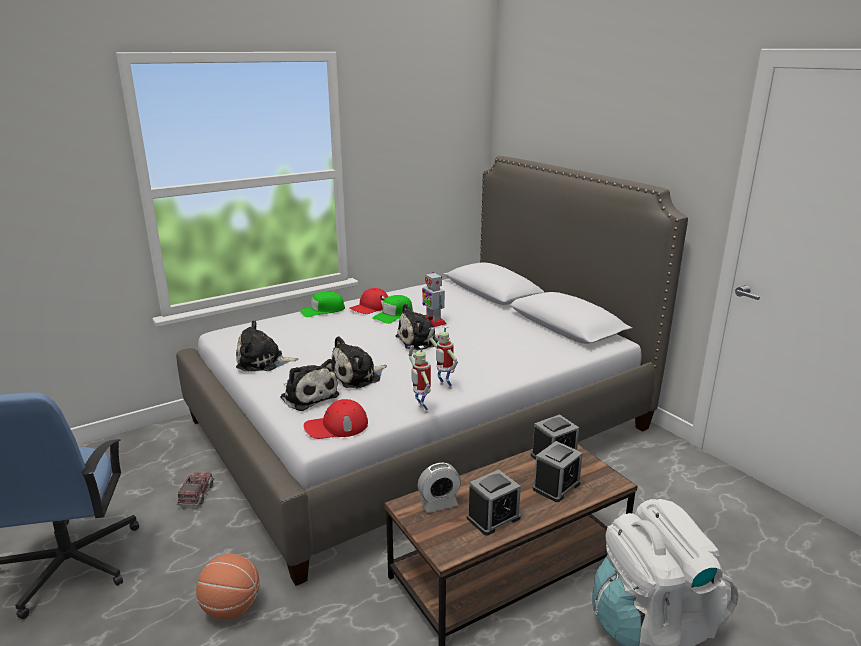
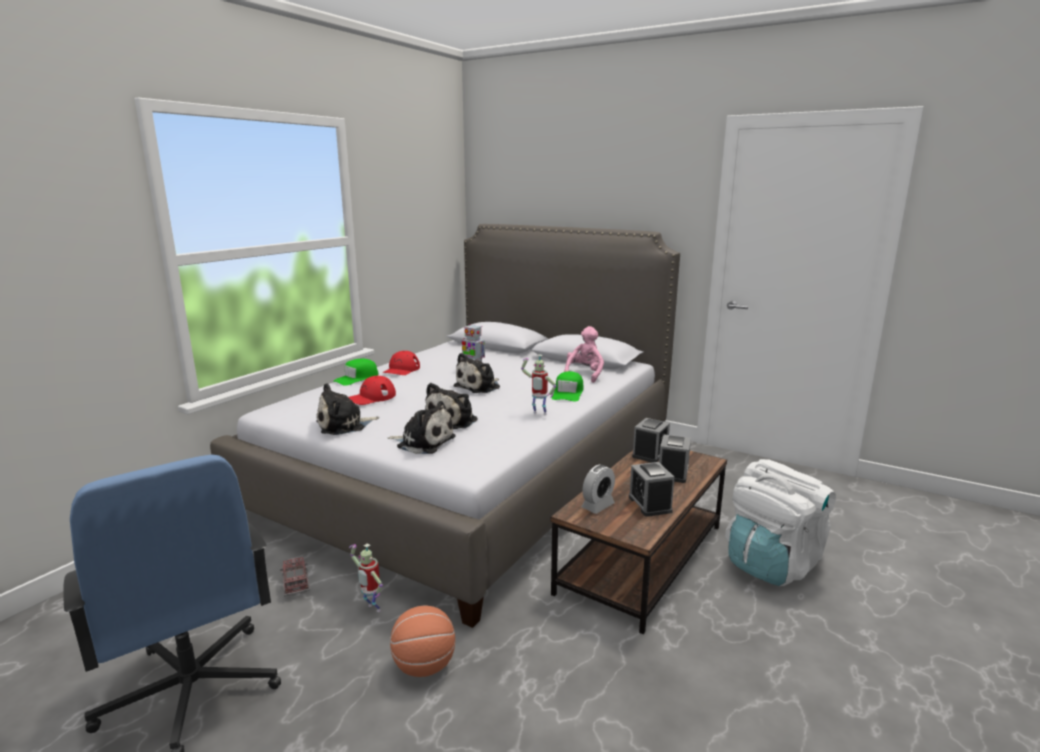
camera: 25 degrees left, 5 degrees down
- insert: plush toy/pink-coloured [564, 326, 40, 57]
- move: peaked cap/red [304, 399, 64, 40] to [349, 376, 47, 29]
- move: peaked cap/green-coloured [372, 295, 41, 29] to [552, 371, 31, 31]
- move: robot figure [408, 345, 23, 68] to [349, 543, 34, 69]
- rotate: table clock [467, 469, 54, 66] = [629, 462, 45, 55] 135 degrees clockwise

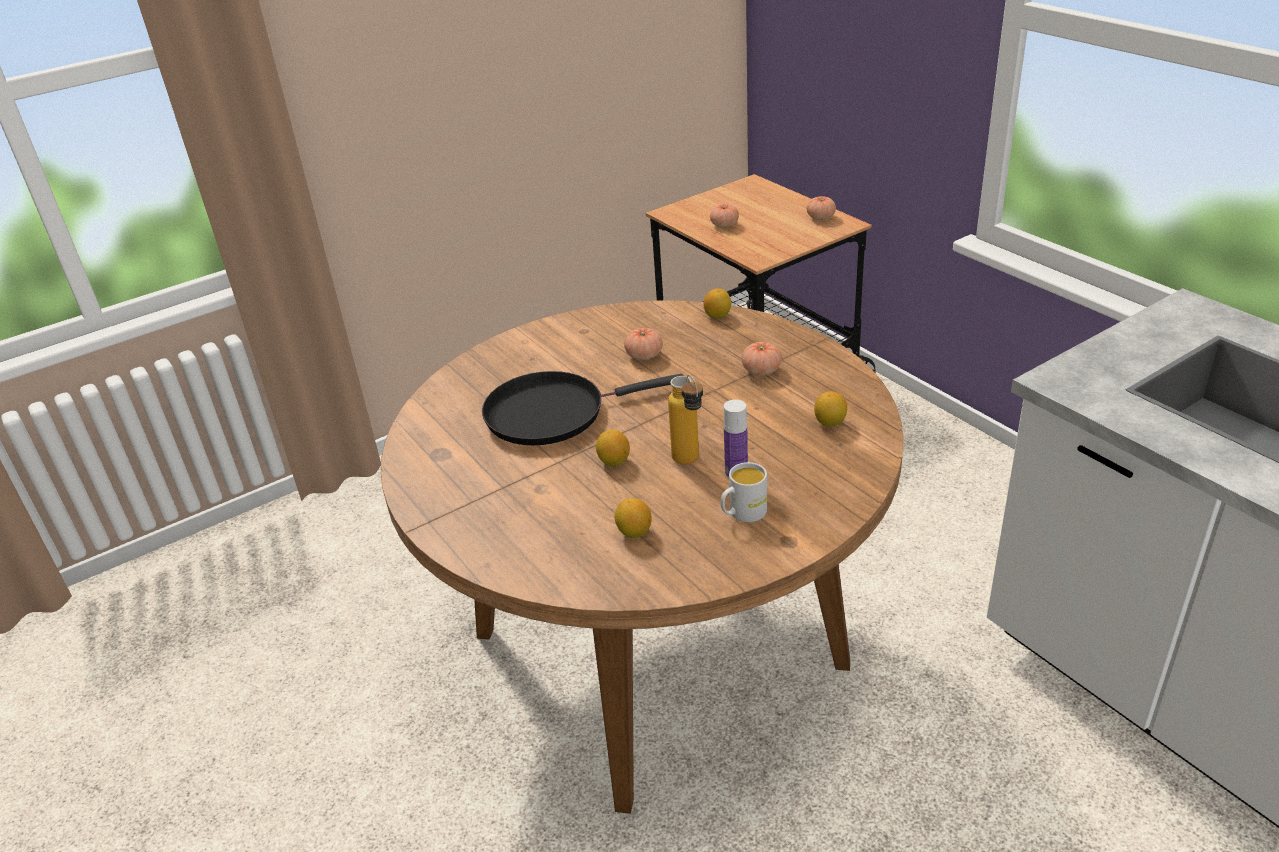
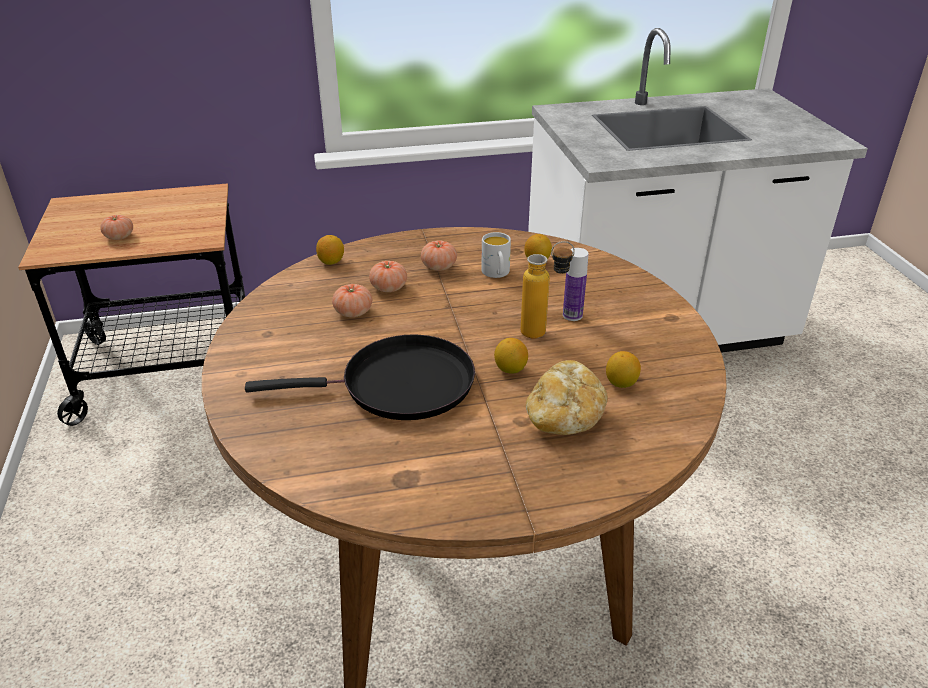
camera: 70 degrees left, 0 degrees up
- insert: baked bread [526, 360, 82, 75]
- move: coffee mug/white-coloured [721, 462, 46, 60] to [481, 232, 30, 46]
- move: fresh tomato [807, 196, 29, 24] to [369, 261, 38, 31]
- rotate: frying pan/black-coloured [482, 371, 202, 74] = [245, 335, 230, 85] 105 degrees counterclockwise

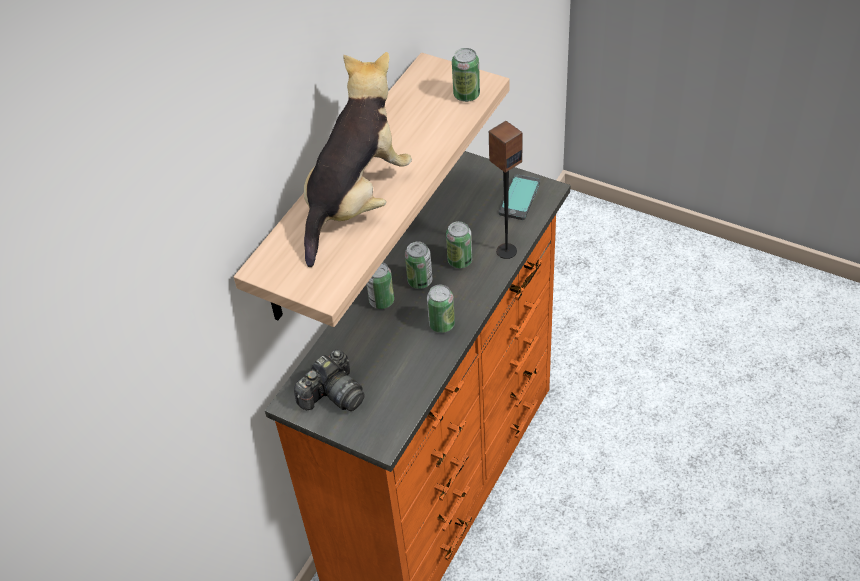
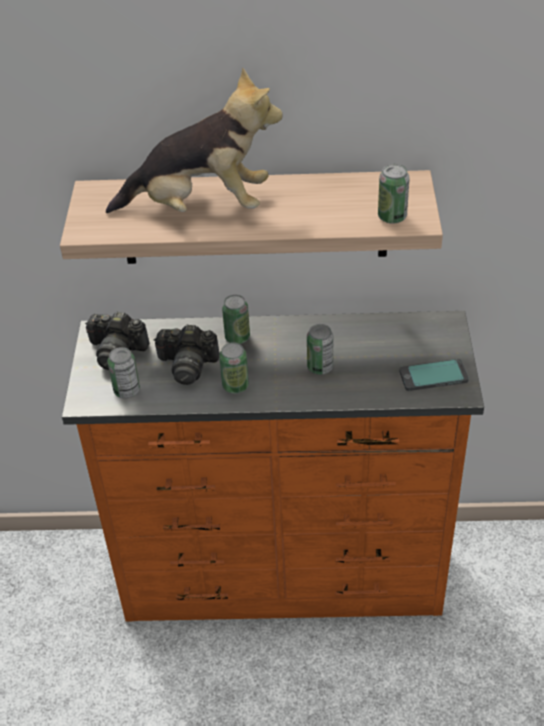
camera: 60 degrees right, 5 degrees down
- delete: loudspeaker [489, 121, 33, 138]
- insert: photo camera [153, 325, 66, 60]
- move: can [405, 242, 27, 47] to [108, 347, 32, 51]

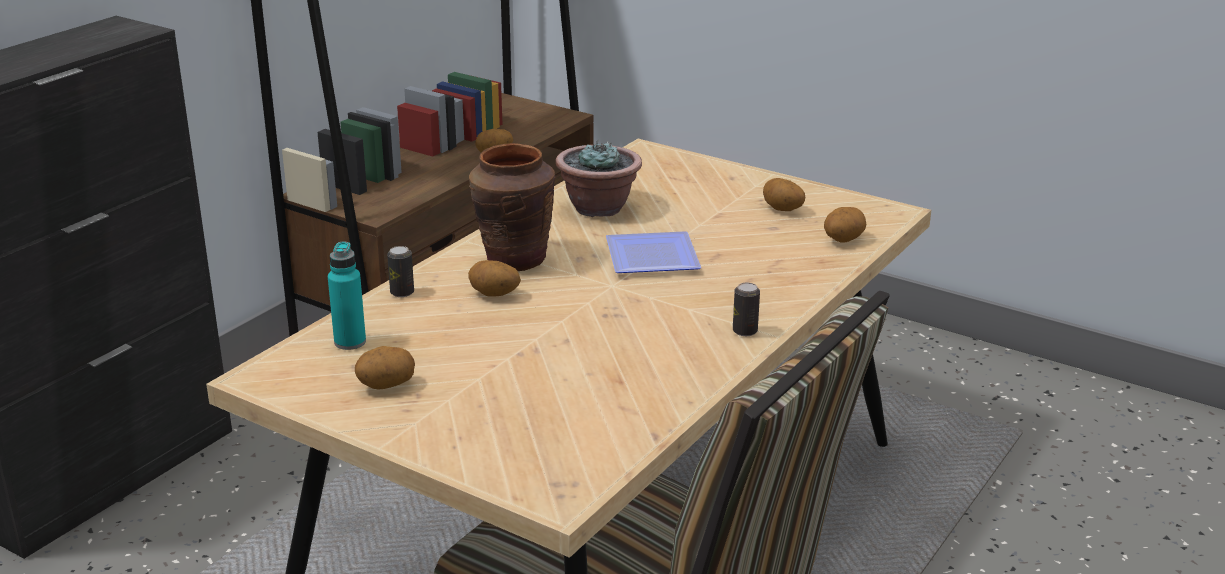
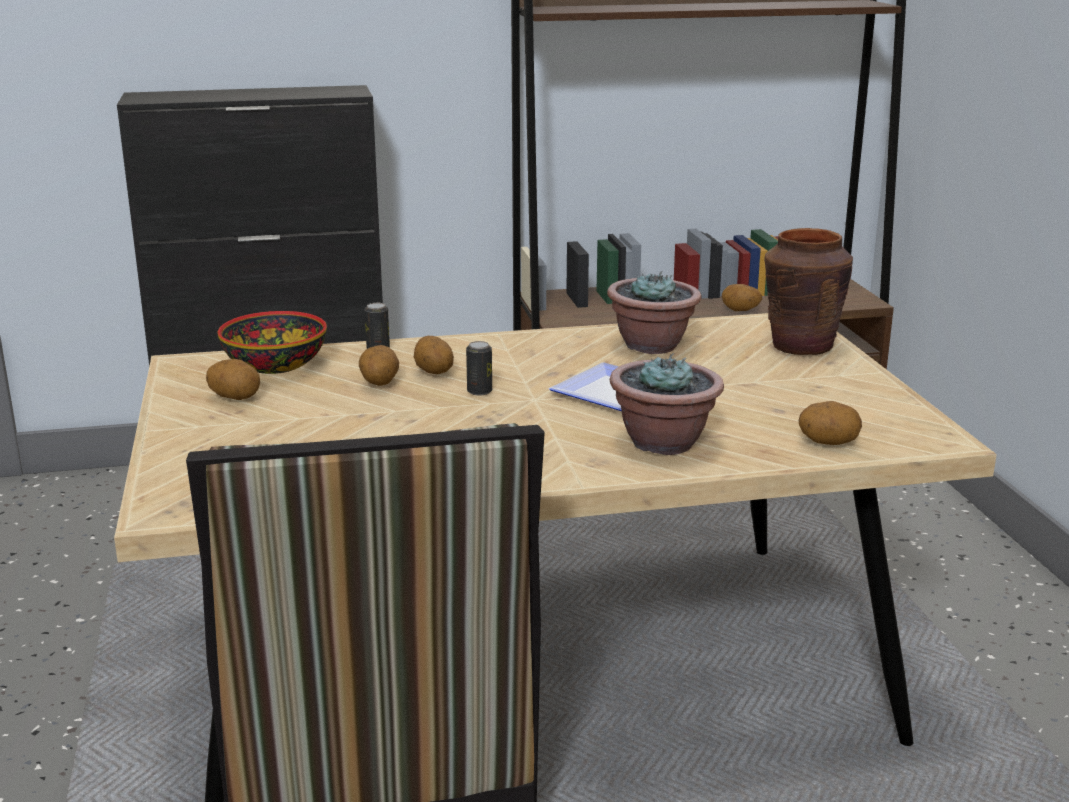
camera: 45 degrees right, 5 degrees down
- insert: plant in a pot [610, 353, 114, 102]
- move: flower vase/brownish [469, 143, 86, 128] to [764, 228, 89, 127]
- move: can [733, 283, 27, 53] to [466, 341, 26, 55]
- move: potato [763, 178, 42, 33] to [359, 345, 40, 41]
- replace: drink bottle/blue-green [328, 241, 38, 109] to serving bowl [217, 311, 110, 63]

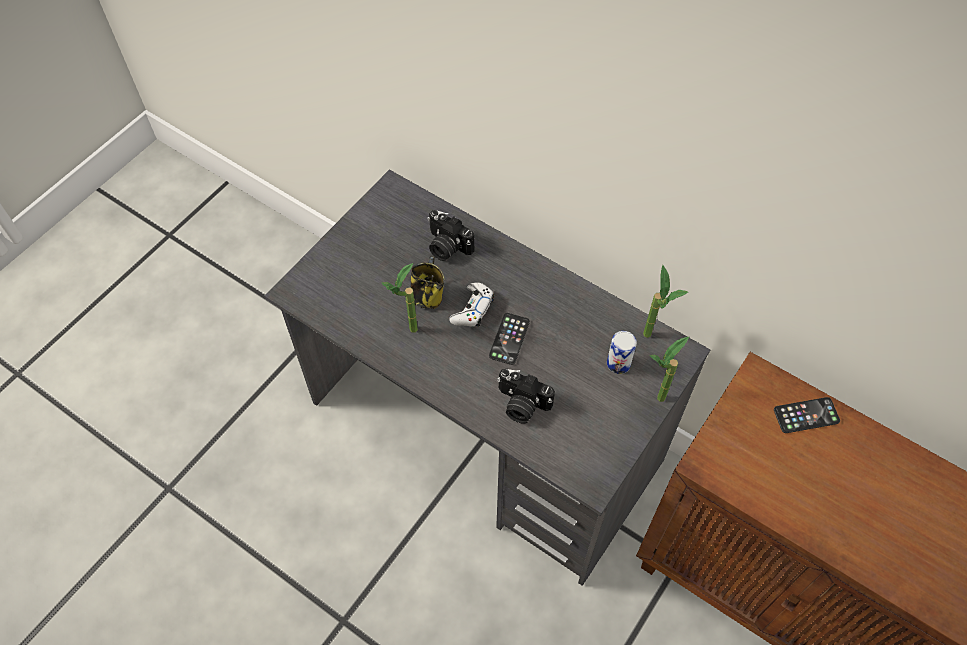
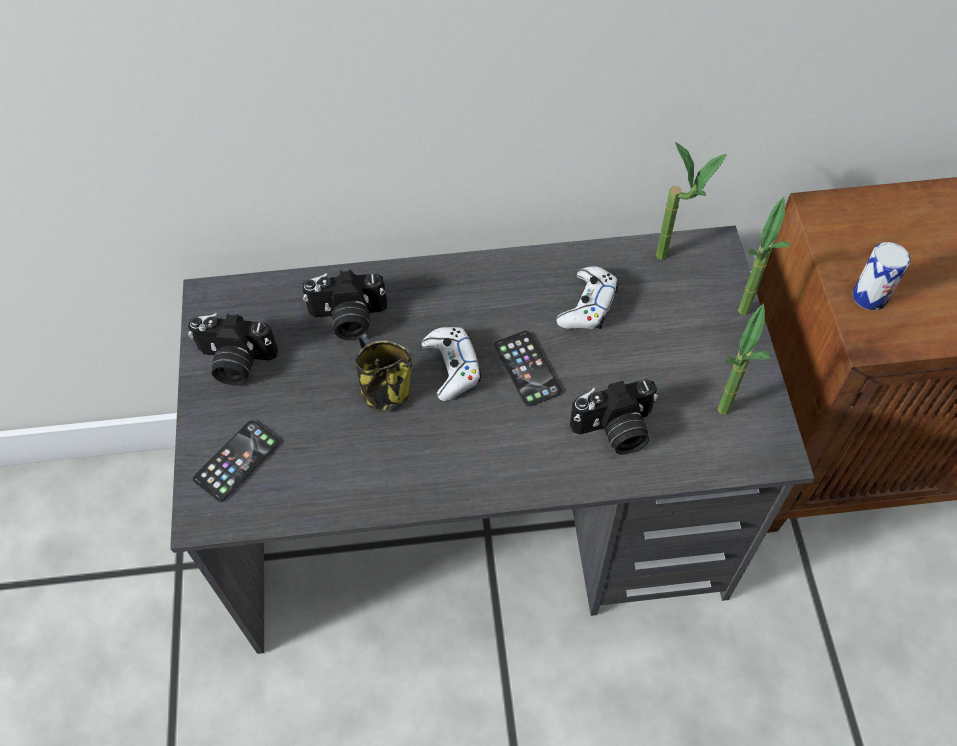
camera: 40 degrees left, 0 degrees up
- insert: photo camera [188, 313, 90, 72]
- insert: game controller/white-coloured [557, 266, 62, 63]
- move: plant in a pot [382, 263, 36, 70] to [717, 303, 54, 112]
- move: can [607, 331, 30, 43] to [853, 242, 58, 68]
- move: phone [774, 397, 66, 36] to [192, 421, 87, 81]

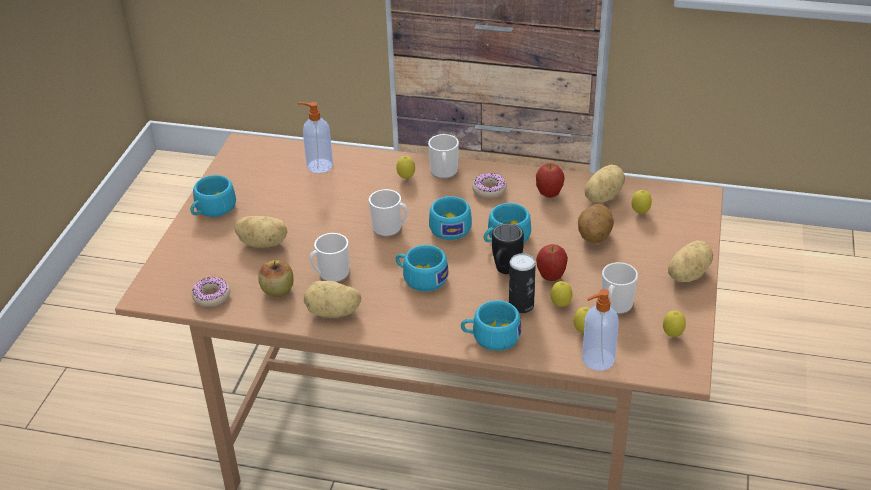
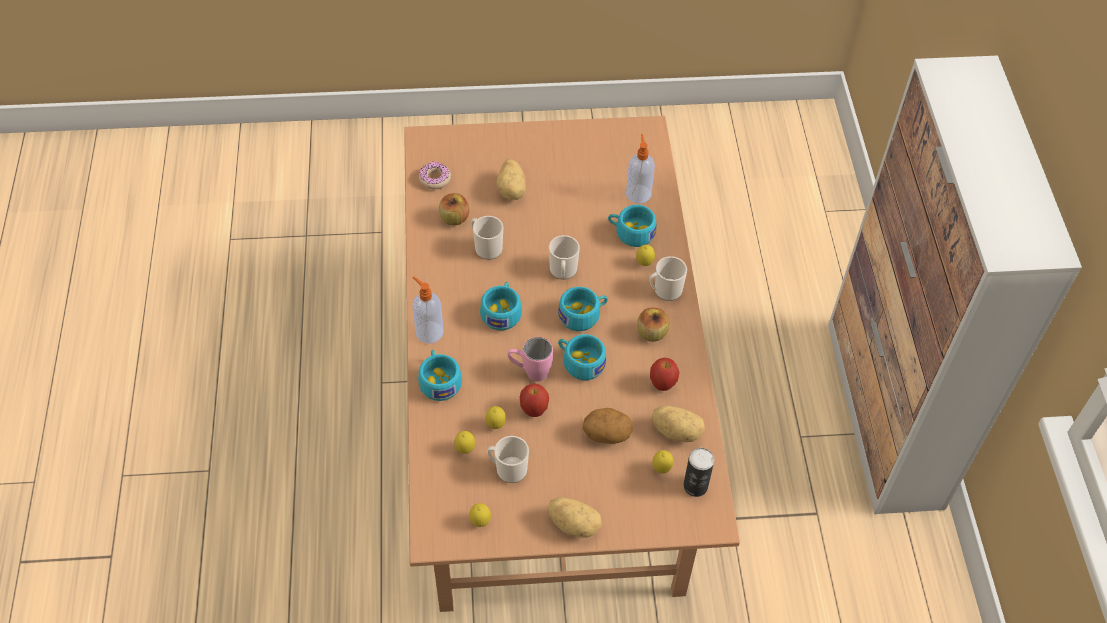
camera: 70 degrees right, 15 degrees up
- delete: potato [304, 281, 57, 37]
- move: drinking cup/blue-green [190, 175, 46, 42] to [608, 205, 48, 42]
- move: can [509, 253, 27, 60] to [683, 448, 31, 49]
- move: soap bottle [582, 289, 37, 82] to [412, 276, 32, 68]
- replace: donut [472, 173, 35, 25] to apple fruit [637, 308, 32, 34]
- recolor: coffee mug/black-coloured [492, 223, 32, 51] to coffee mug/pink-coloured [507, 337, 46, 45]

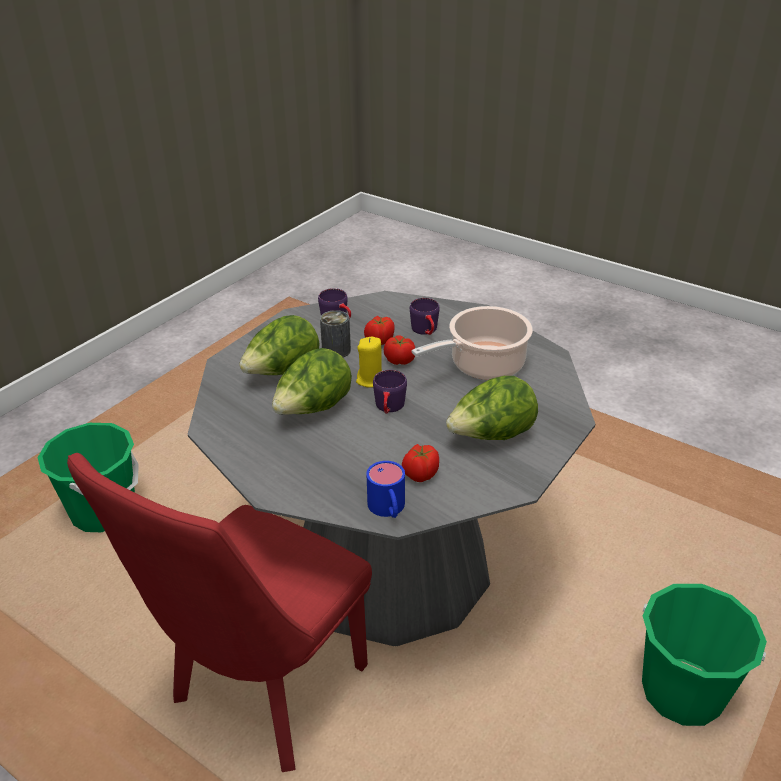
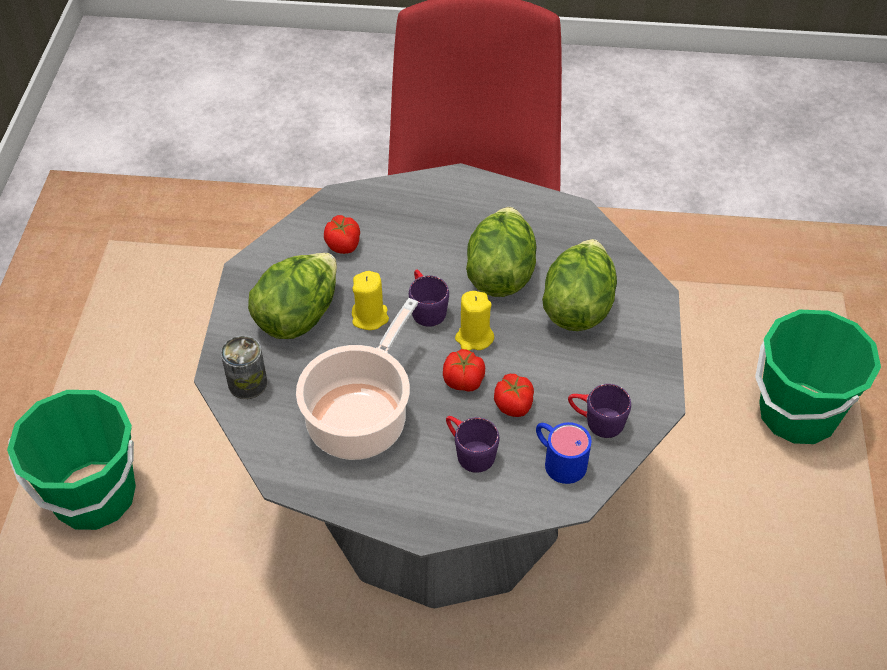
camera: 150 degrees right, 15 degrees up
- insert: wax light/yellowish [352, 271, 37, 59]
- move: can [320, 310, 31, 47] to [221, 336, 46, 63]
- move: coffee mug/blue-coloured [367, 461, 38, 57] to [536, 422, 55, 62]

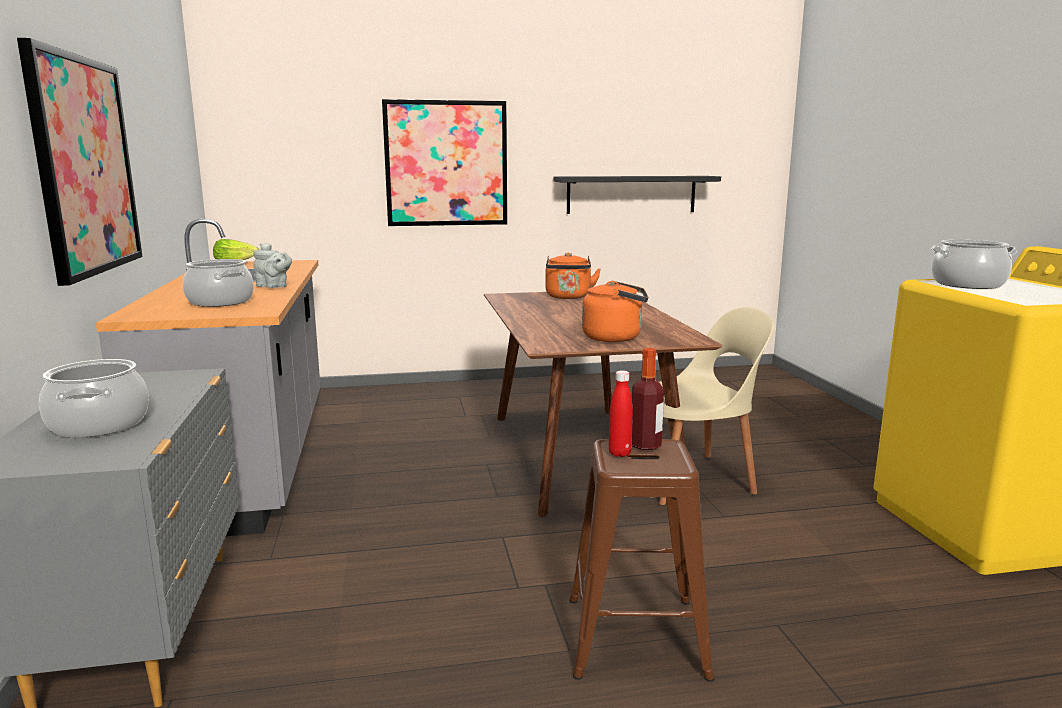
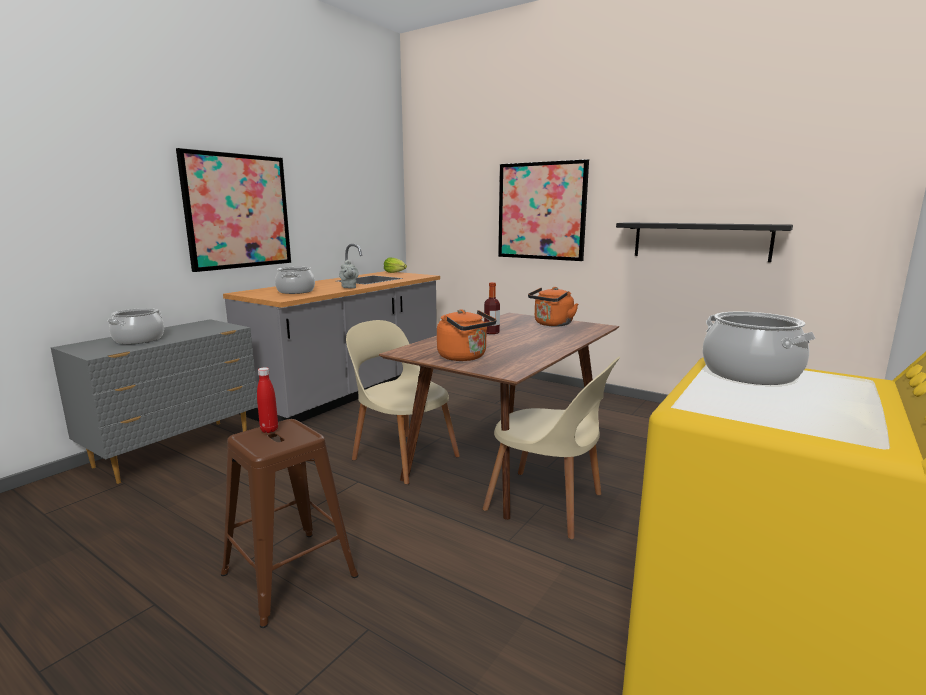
camera: 45 degrees right, 0 degrees up
- insert: chair/beige-coloured [346, 320, 114, 165]
- move: drink bottle [631, 348, 33, 102] to [484, 282, 16, 52]

